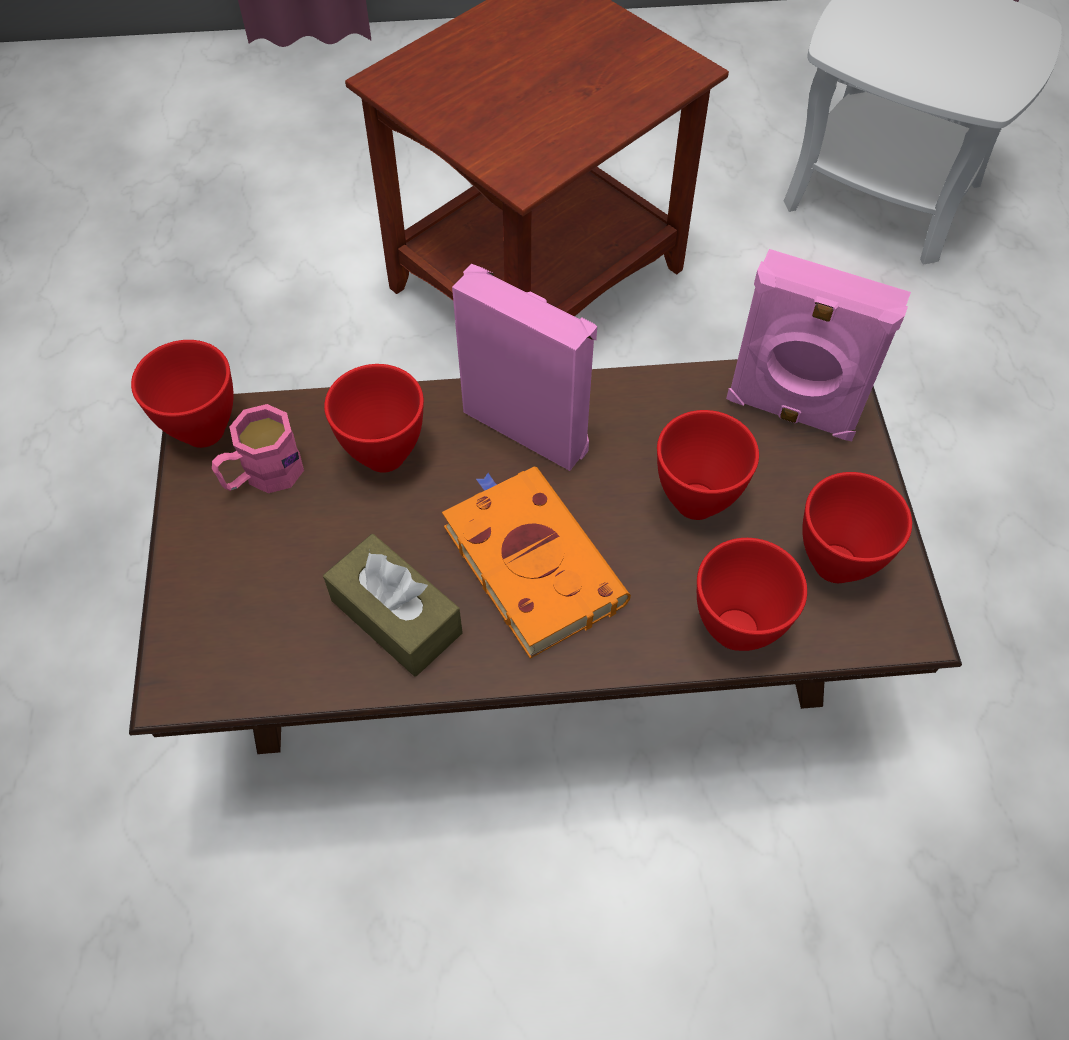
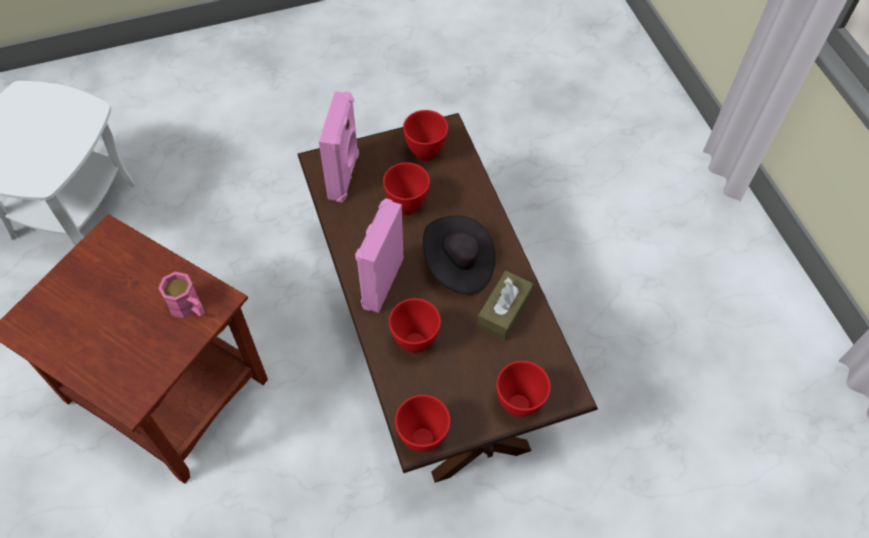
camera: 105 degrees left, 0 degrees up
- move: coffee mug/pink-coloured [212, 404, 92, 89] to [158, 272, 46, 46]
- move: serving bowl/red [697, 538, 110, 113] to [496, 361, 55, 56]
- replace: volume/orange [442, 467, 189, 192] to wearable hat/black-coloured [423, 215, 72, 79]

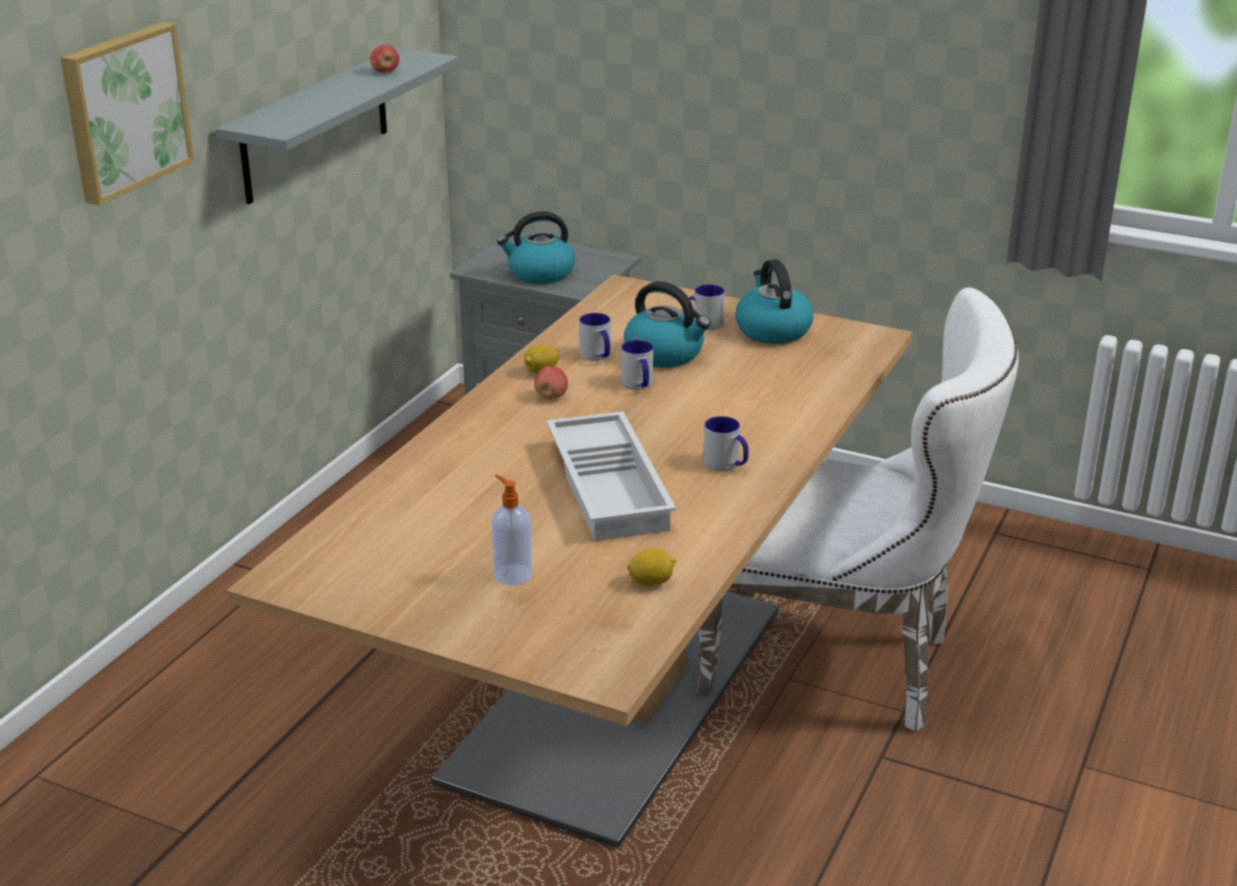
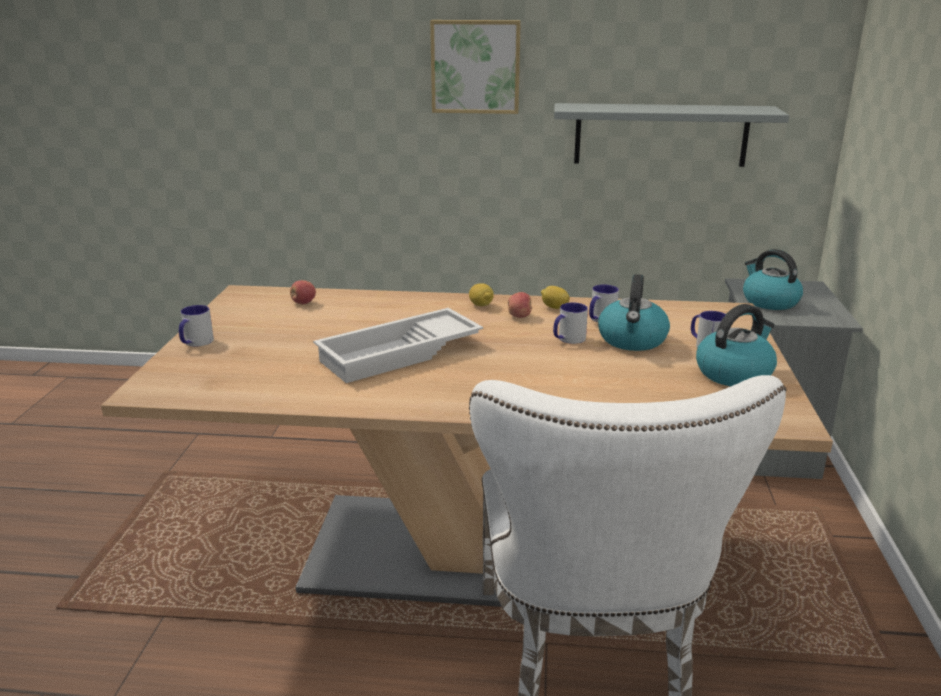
camera: 70 degrees right, 5 degrees down
- delete: soap bottle [492, 475, 40, 110]
- move: apple fruit [370, 44, 29, 29] to [290, 280, 26, 24]
- move: lemon [627, 548, 49, 38] to [469, 283, 25, 23]
- move: coffee mug [703, 416, 46, 55] to [179, 305, 35, 42]

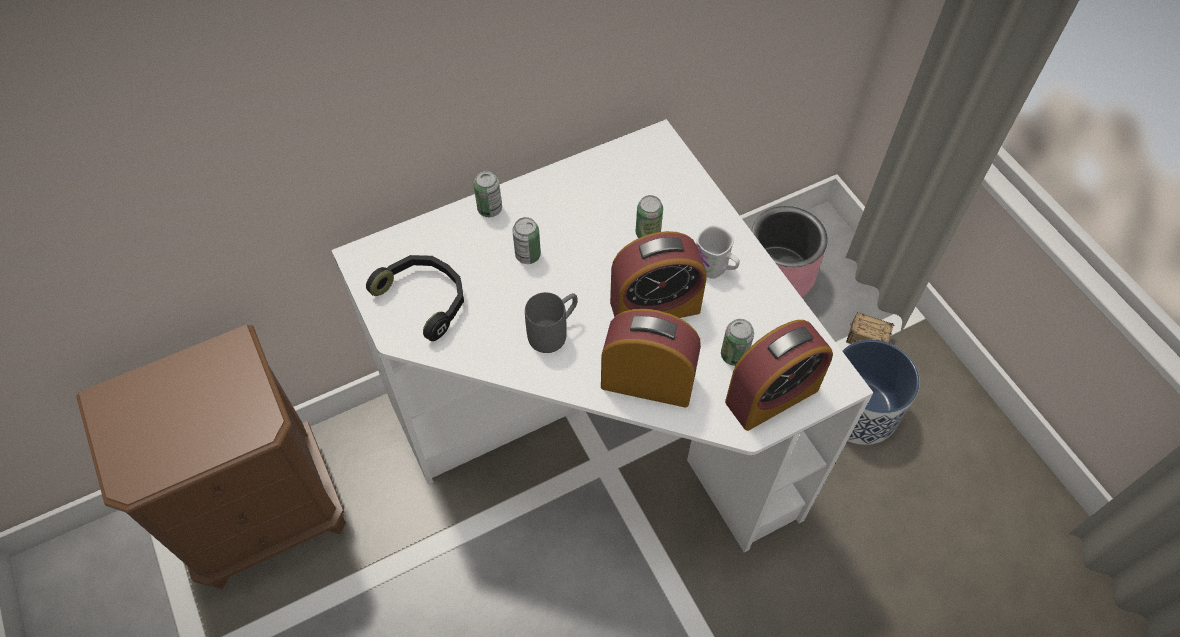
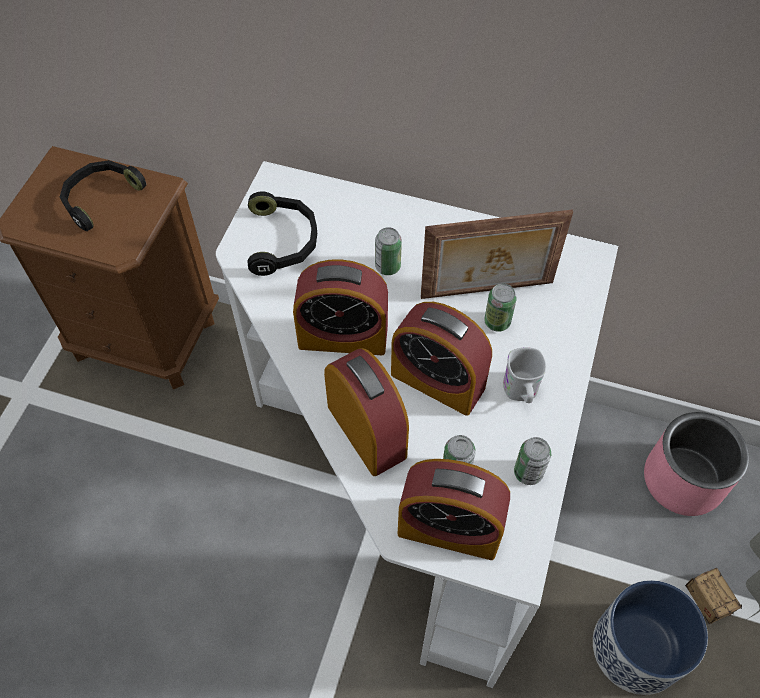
camera: 45 degrees right, 0 degrees up
- insert: headset/black-coloured [60, 160, 86, 71]
- insert: standing frame [421, 209, 152, 90]
- move: can [473, 171, 29, 46] to [514, 437, 37, 48]
- replace: coffee mug/greyish [525, 292, 53, 61] to table clock [293, 259, 95, 96]

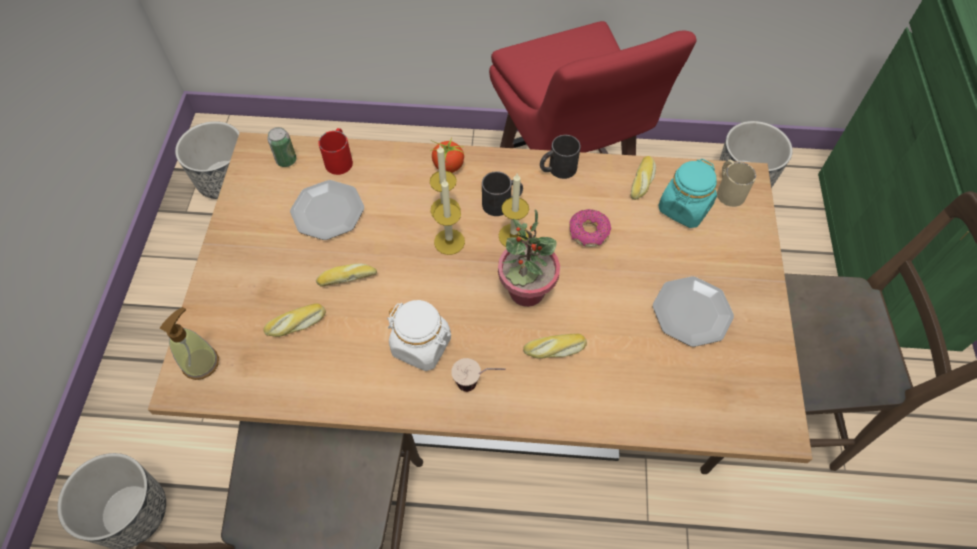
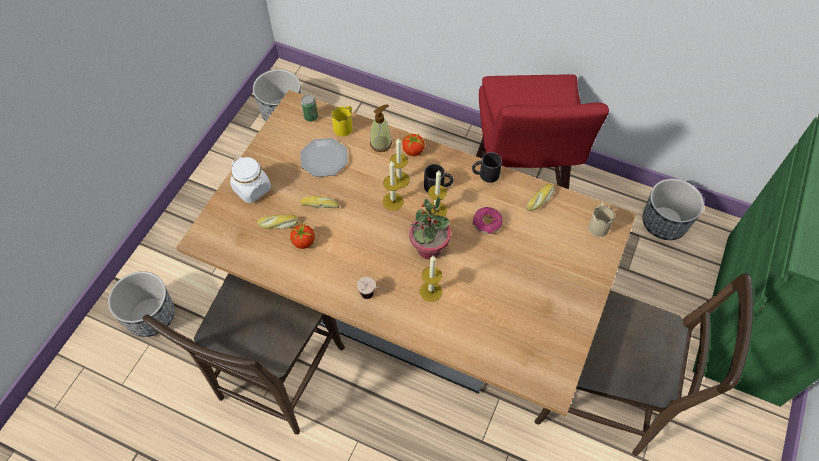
camera: 20 degrees right, 0 degrees up
- delete: flat dish [653, 276, 81, 71]
- delete: jar/blue-green [658, 159, 59, 69]
- insert: fresh tomato [290, 223, 25, 26]
- move: soap bottle [159, 307, 60, 73] to [370, 104, 22, 48]
- move: jar/white-coloured [387, 300, 64, 71] to [230, 157, 41, 46]
- replace: baked bread [523, 334, 64, 24] to wax light [420, 256, 22, 46]
- recolor: coffee mug/red [319, 128, 34, 47] to coffee mug/yellowish [332, 106, 21, 30]

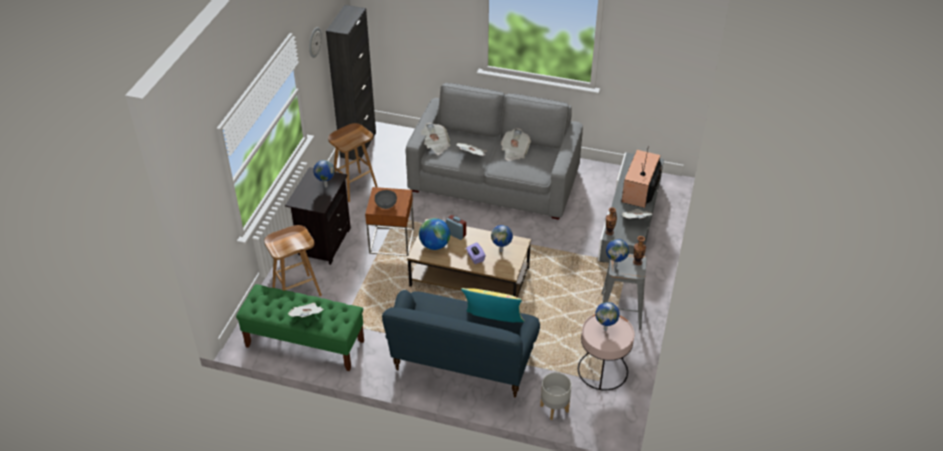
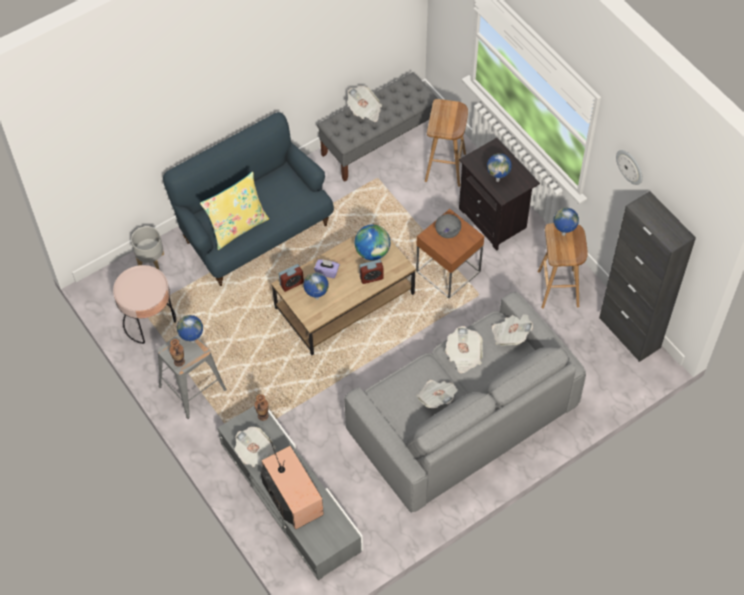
camera: 130 degrees right, 15 degrees up
- insert: table clock [279, 264, 25, 28]
- move: globe [595, 302, 25, 29] to [553, 208, 26, 28]
- recolor: indoor bench/green-coloured [236, 284, 128, 87] to indoor bench/greyish [317, 72, 121, 110]

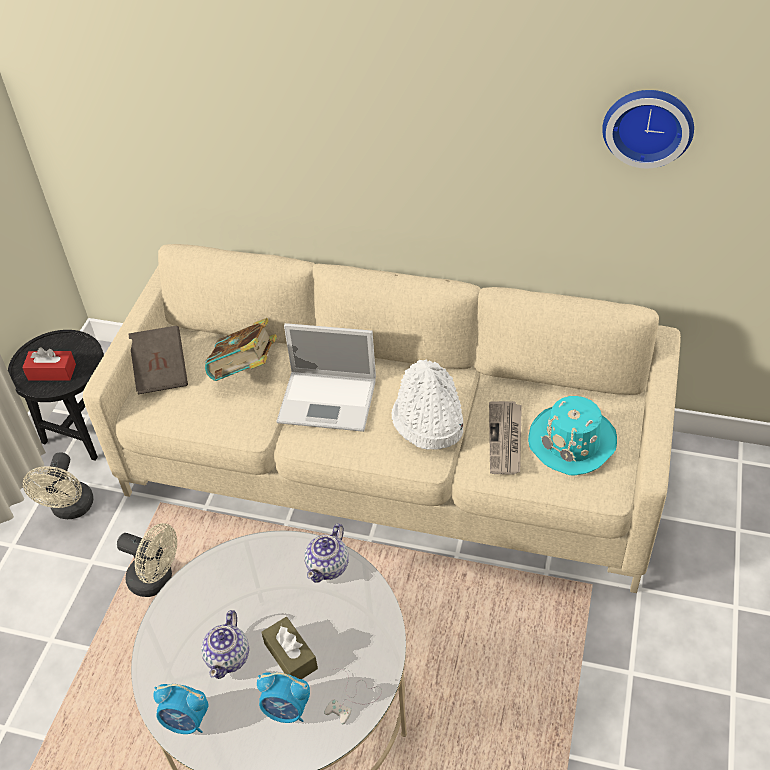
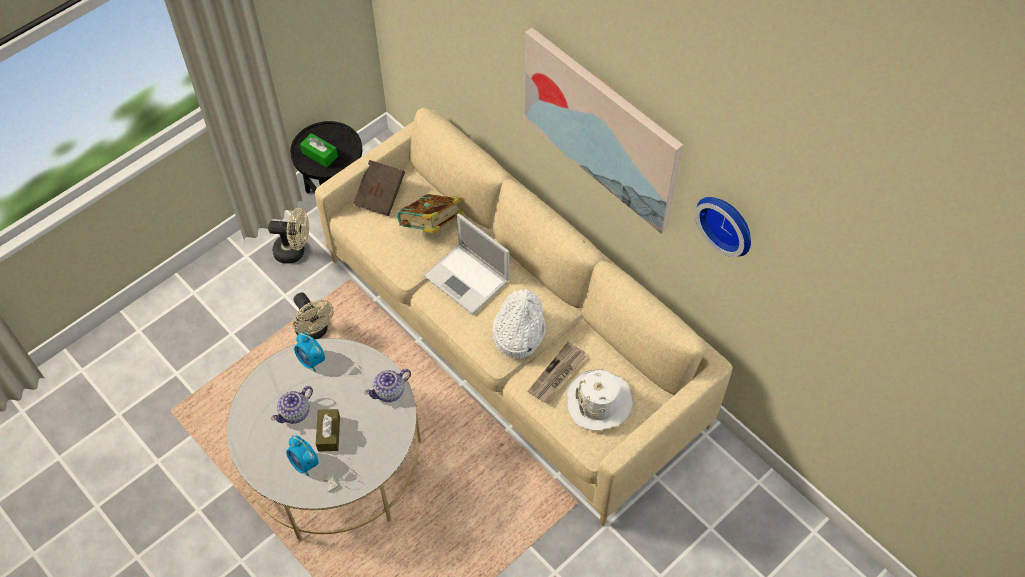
camera: 30 degrees right, 10 degrees up
- insert: wall art [524, 28, 159, 206]
- move: table clock [153, 684, 55, 50] to [294, 332, 31, 40]
- recolor: box of tissues/red [22, 347, 54, 34] to box of tissues/green-coloured [300, 133, 38, 35]
- recolor: wearable hat/blue-green [528, 396, 89, 80] to wearable hat/white-coloured [566, 369, 68, 62]
- rotate: fan/beige-coloured [23, 452, 71, 67] = [268, 208, 41, 56] 120 degrees counterclockwise

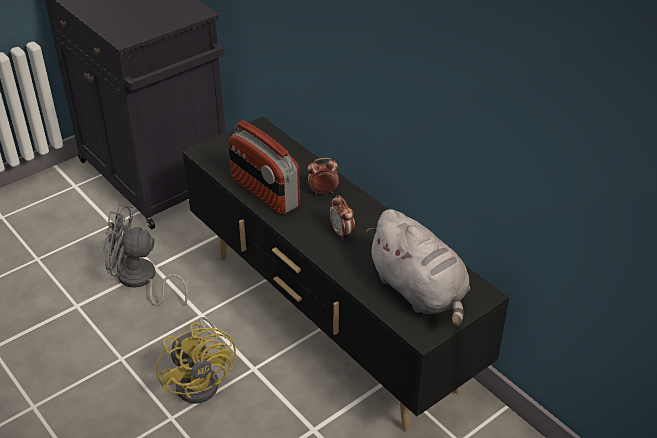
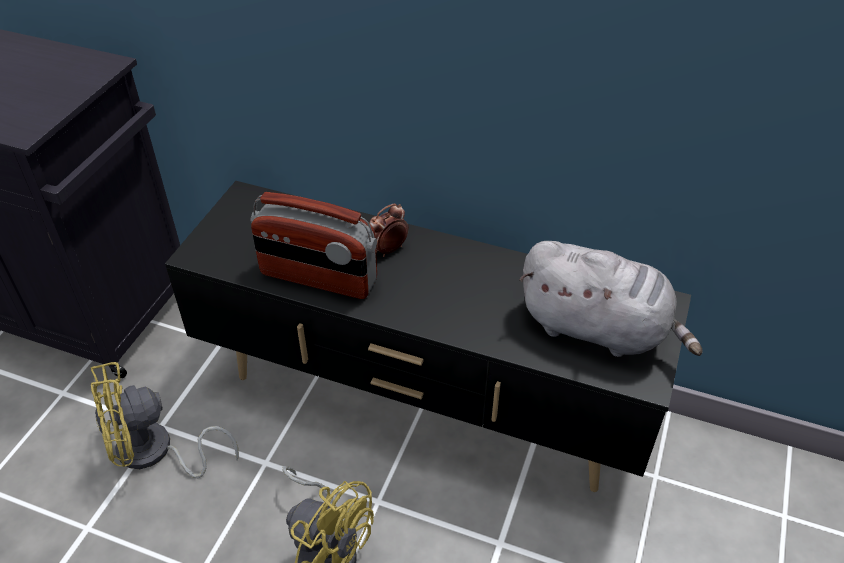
camera: 30 degrees left, 5 degrees up
- delete: table clock [330, 195, 25, 45]
- recolor: fan/greyish [103, 204, 85, 102] to fan/yellowish [91, 362, 148, 116]

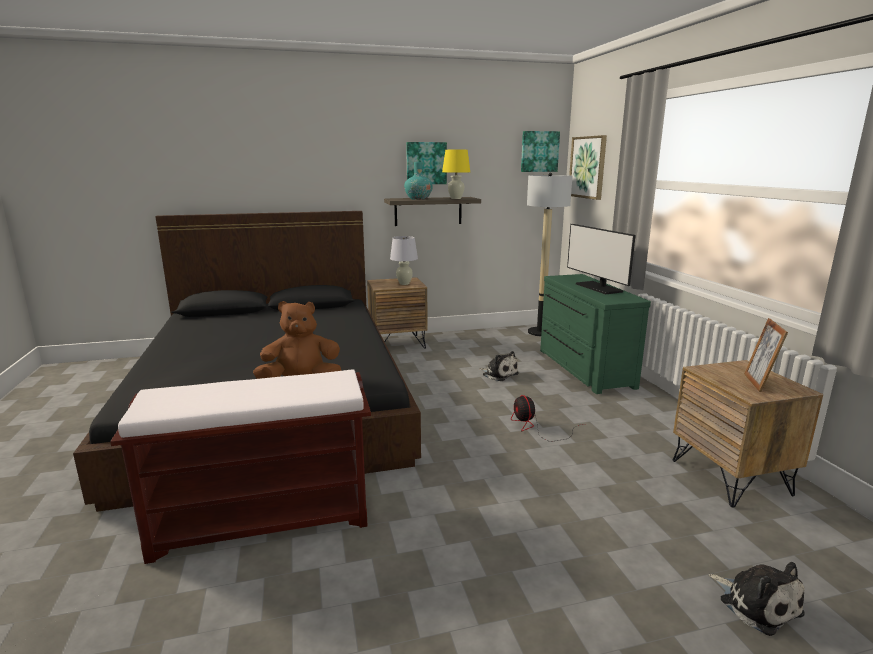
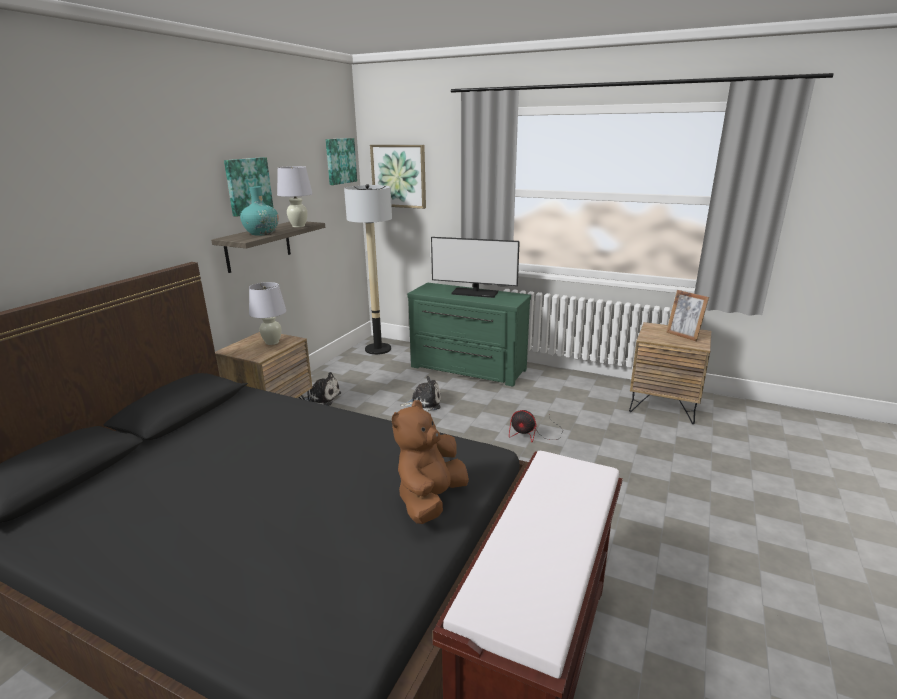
camera: 50 degrees left, 5 degrees up
- move: plush toy [709, 562, 96, 74] to [300, 372, 41, 34]
- recolor: table lamp/yellowish [442, 150, 28, 49] to table lamp/white-coloured [277, 166, 36, 61]

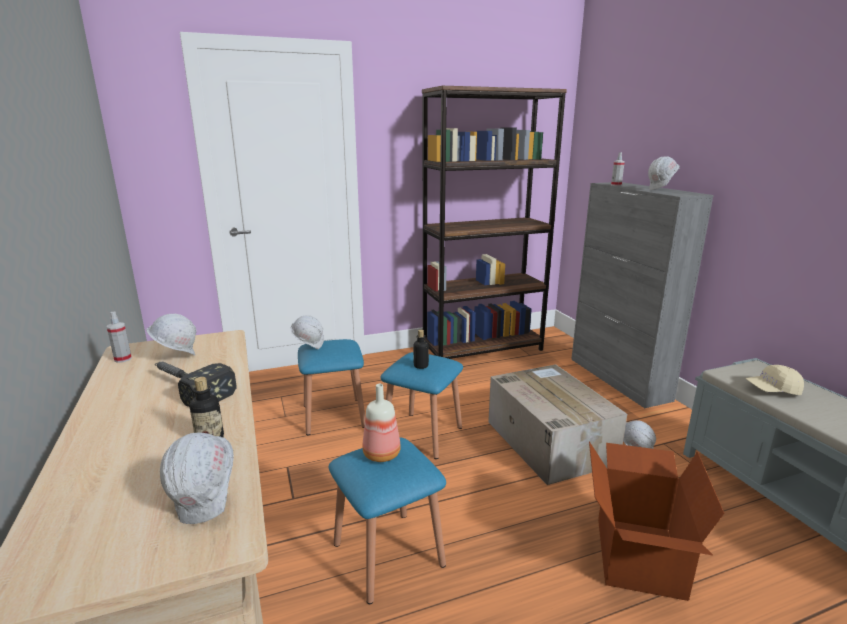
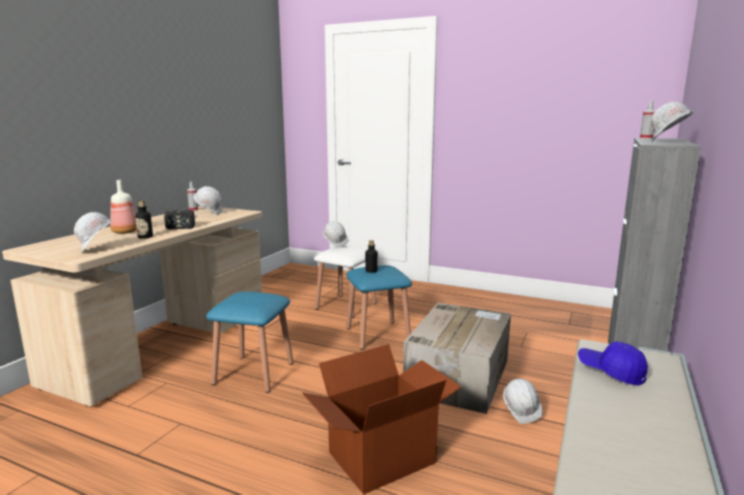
camera: 45 degrees right, 5 degrees down
- delete: bookshelf/brownish [422, 86, 145, 273]
- move: drink bottle [362, 384, 39, 78] to [110, 180, 27, 54]
- recolor: stool/blue-coloured [298, 339, 67, 96] to stool/white-coloured [314, 245, 63, 73]
- recolor: peaked cap/beige-coloured [746, 365, 58, 30] to peaked cap/blue-coloured [578, 341, 70, 45]

